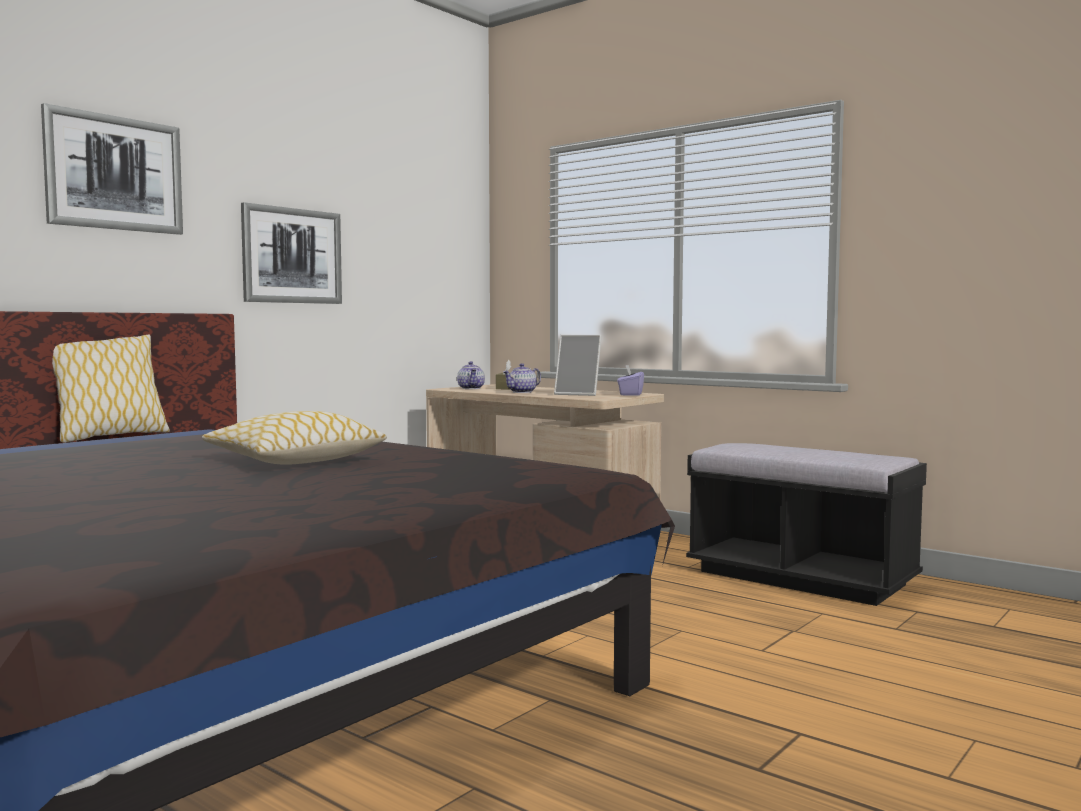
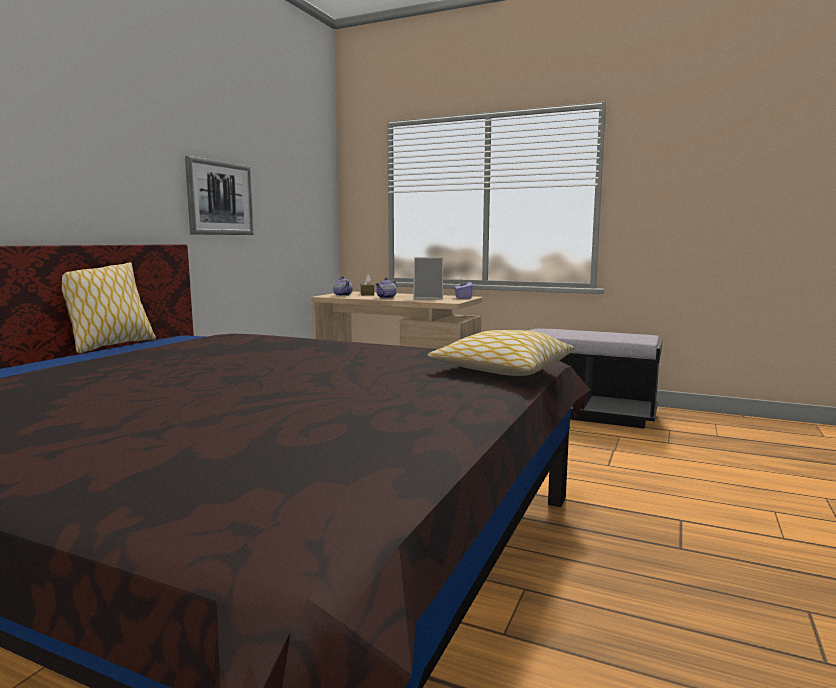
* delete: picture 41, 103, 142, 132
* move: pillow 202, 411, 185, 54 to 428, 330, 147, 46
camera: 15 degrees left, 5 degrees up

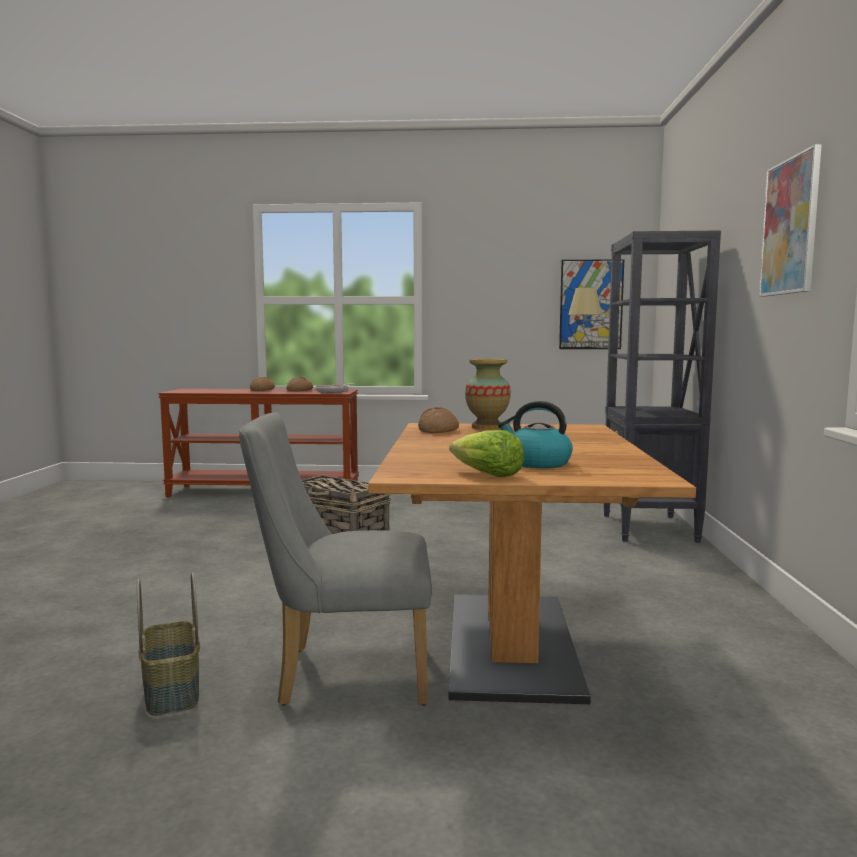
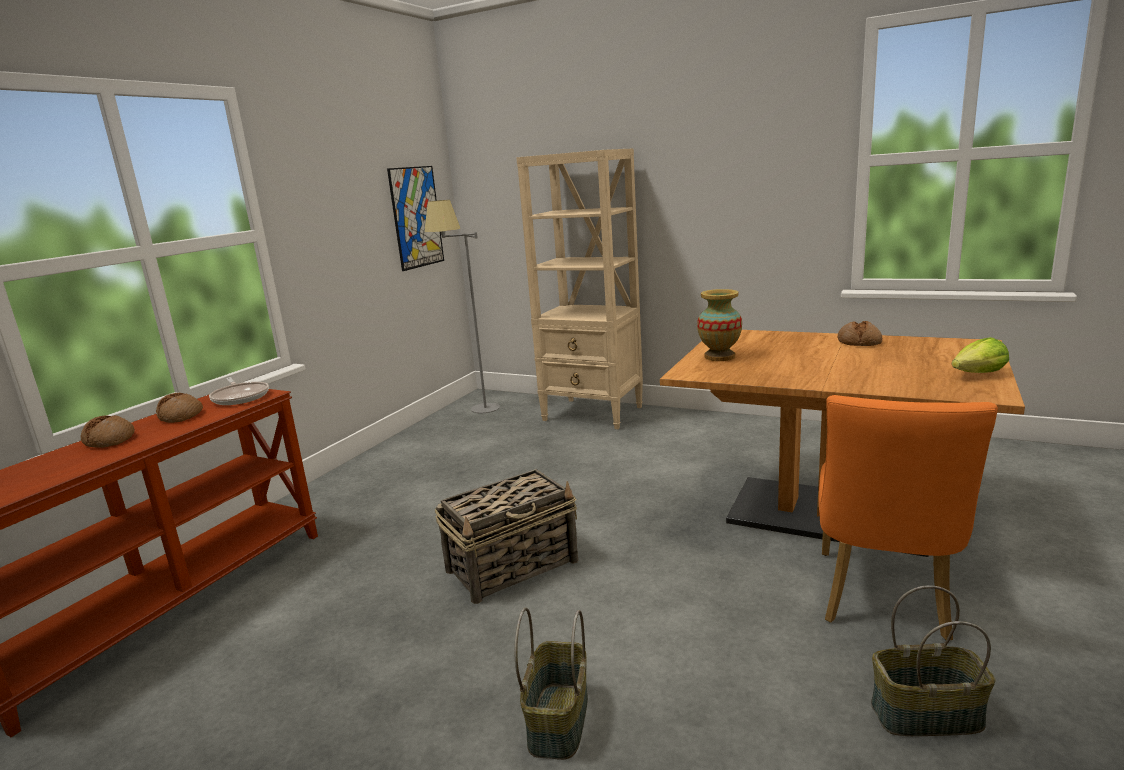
* delete: picture 759, 144, 63, 153
* recolor: bookcase (black) 603, 231, 118, 312 to bookcase (beige) 516, 148, 127, 281
* delete: kettle 498, 401, 75, 67
* move: bread 418, 407, 41, 26 to 837, 321, 45, 25
* recolor: chair (grey) 239, 413, 193, 293 to chair (orange) 819, 395, 179, 245
* insert: basket 514, 608, 74, 152
camera: 65 degrees left, 10 degrees up

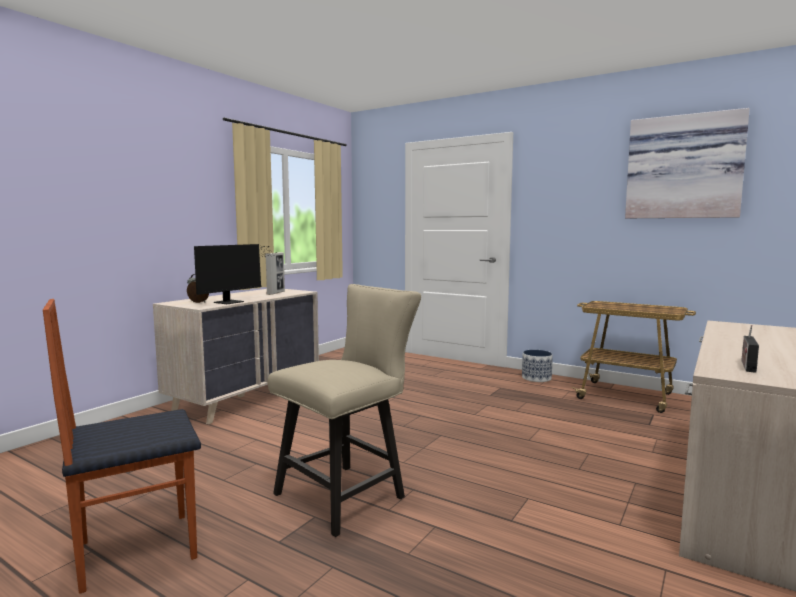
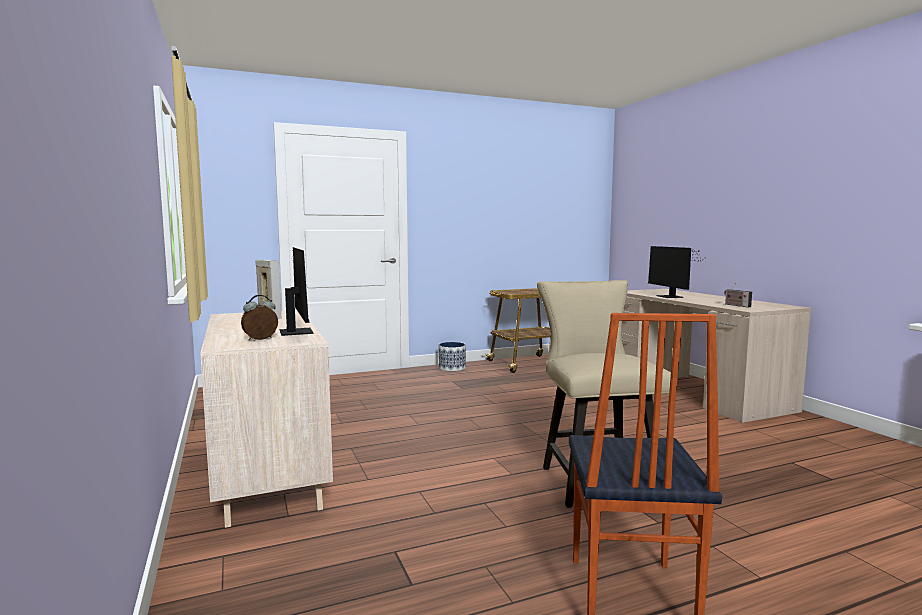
* delete: picture 625, 108, 125, 110
* insert: monitor 648, 246, 56, 52
camera: 55 degrees left, 0 degrees up

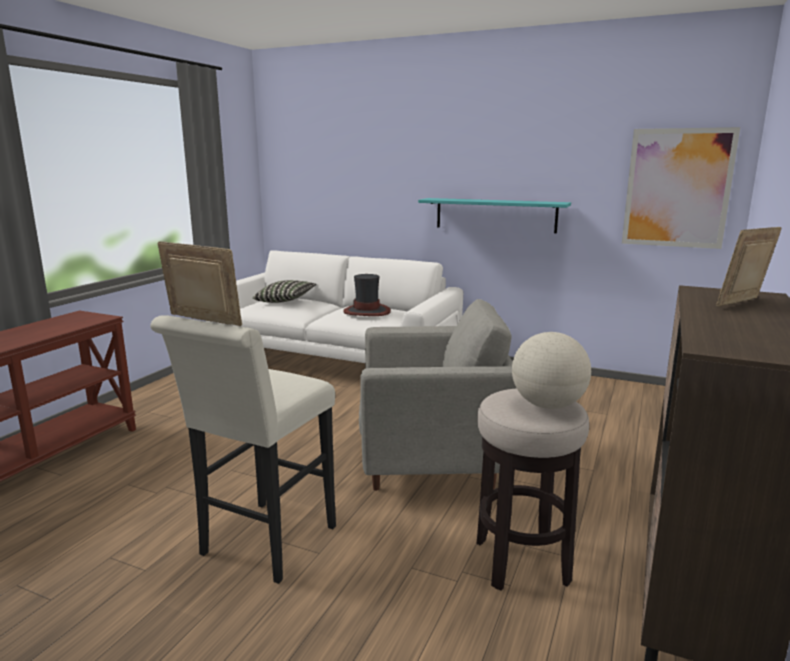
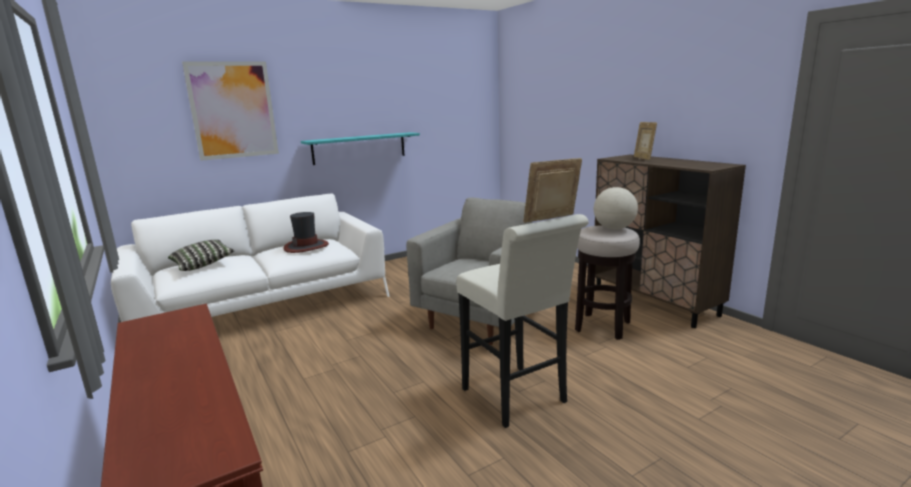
* move: picture 622, 127, 118, 122 to 182, 61, 97, 100
camera: 55 degrees left, 0 degrees up

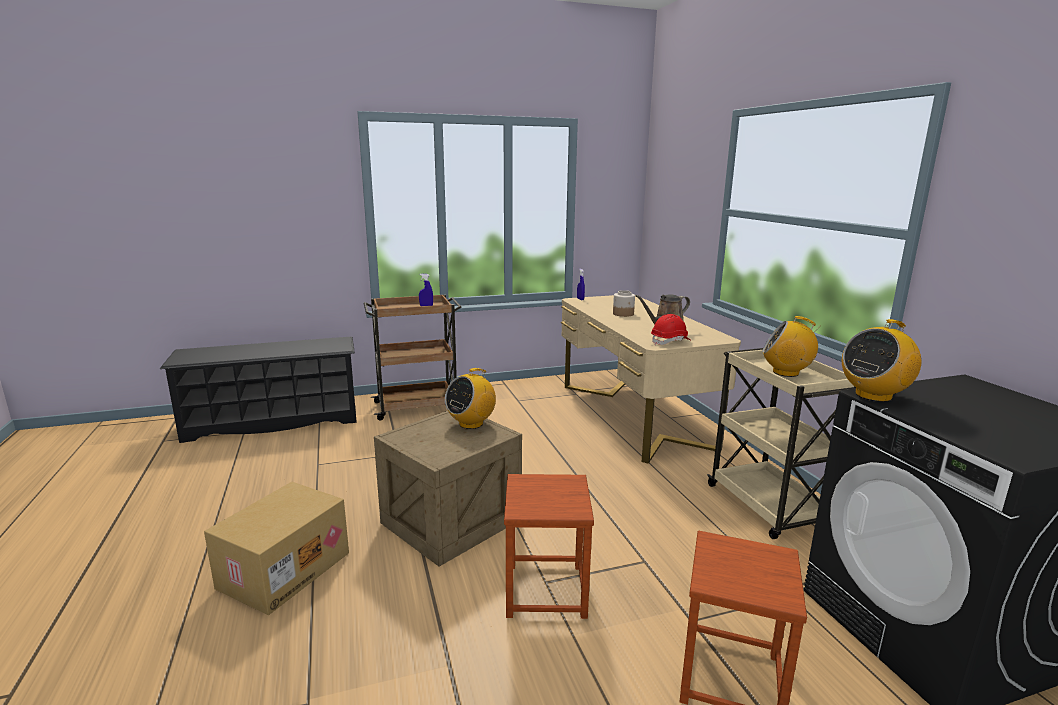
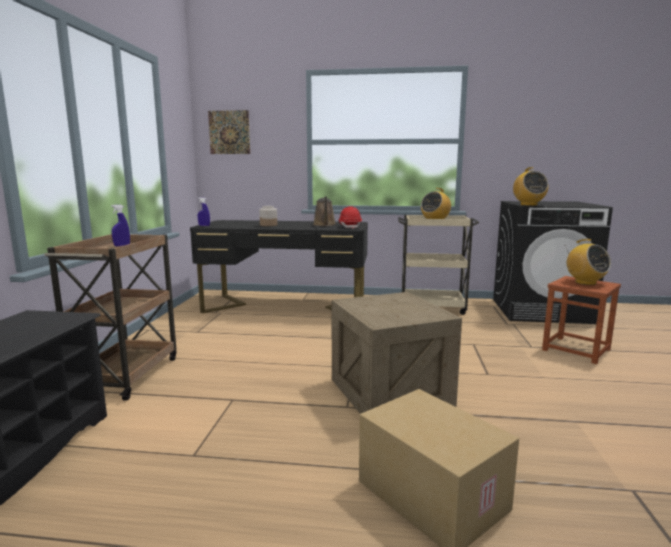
* recolor: desk (beige) 561, 295, 180, 169 to desk (black) 190, 220, 178, 93
* move: radio 445, 368, 51, 61 to 566, 239, 45, 46
* delete: stool (brown) 504, 474, 90, 145
* insert: picture 208, 110, 42, 44
camera: 65 degrees left, 5 degrees down

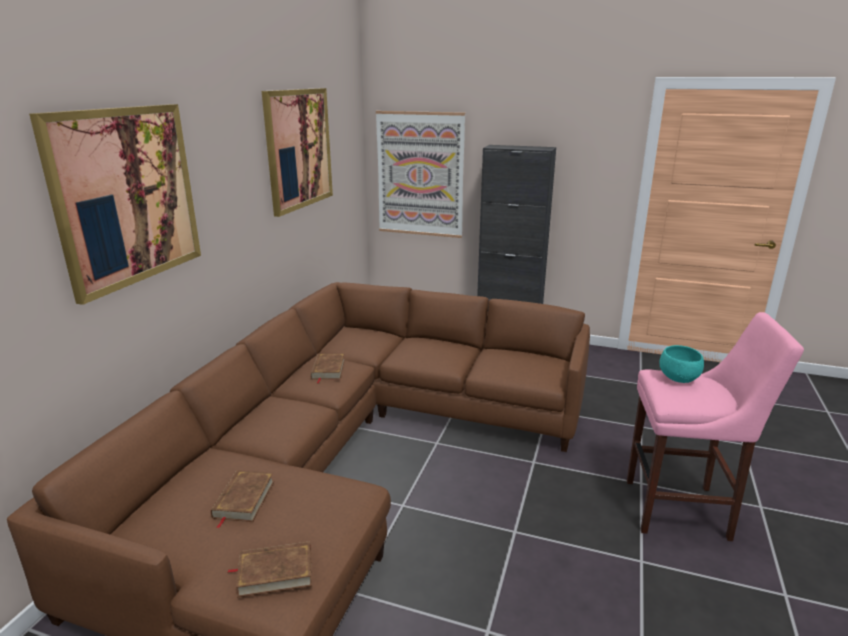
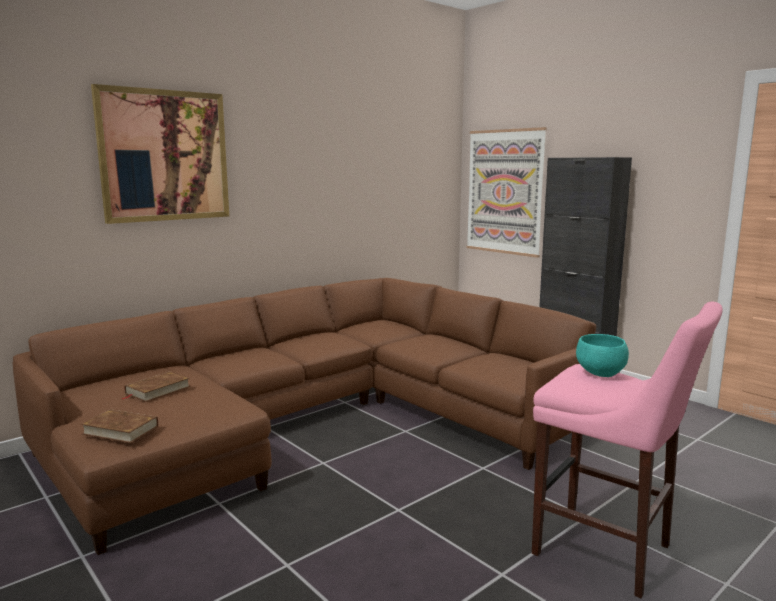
* delete: picture 262, 88, 71, 129
* delete: book (brown) 311, 353, 34, 31
camera: 30 degrees right, 10 degrees down

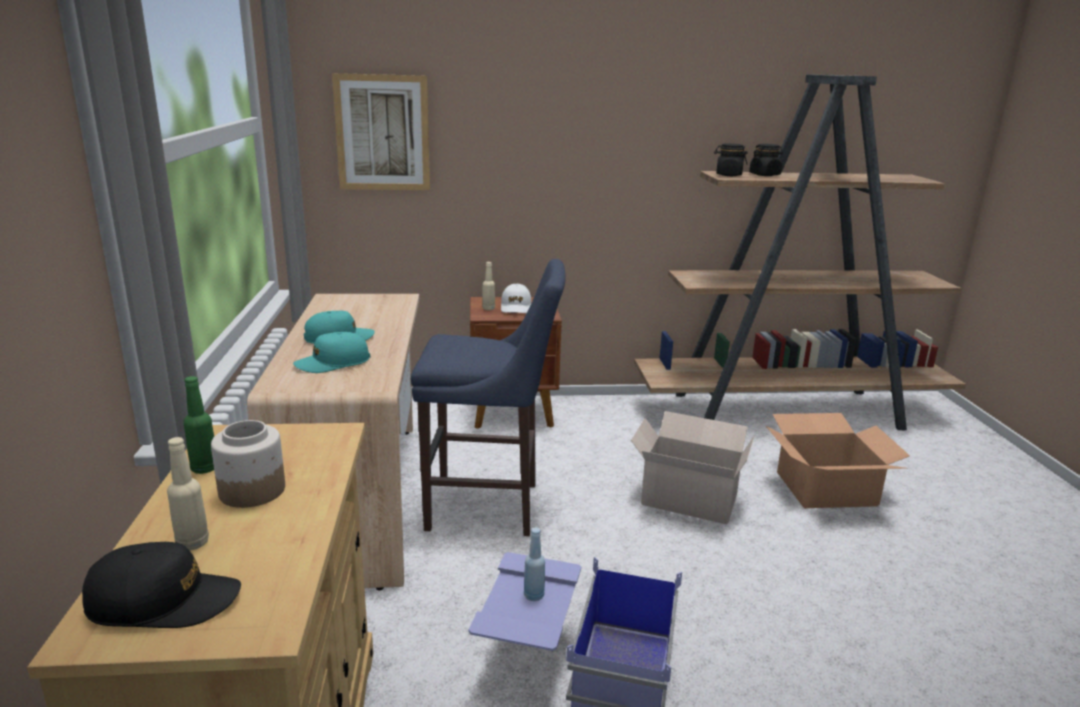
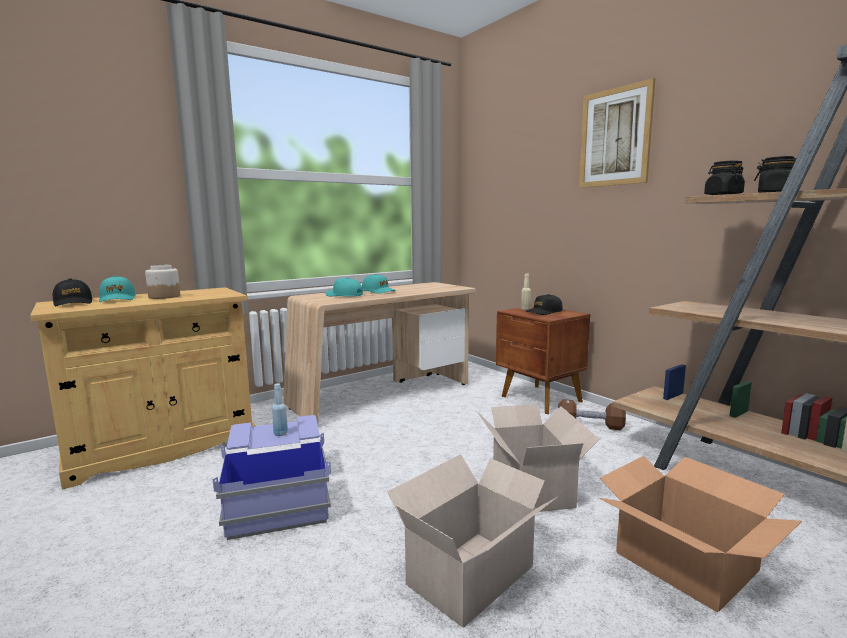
* move: picture 332, 73, 98, 117 to 579, 78, 76, 110
* delete: stool (blue) 411, 259, 154, 277
* recolor: cap (white) 501, 284, 30, 29 to cap (black) 526, 294, 37, 21
* delete: bottle (green) 184, 376, 30, 98
* replace: bottle (beige) 167, 437, 42, 114 to cap (turquoise) 99, 276, 36, 26
* insert: dumbbell (brown) 558, 399, 68, 31
* insert: cardboard box 387, 454, 172, 174
camera: 60 degrees right, 10 degrees down

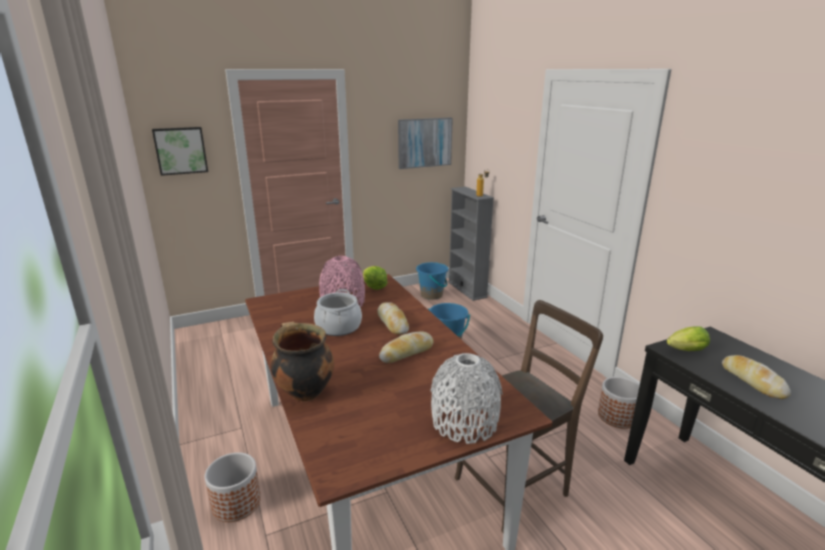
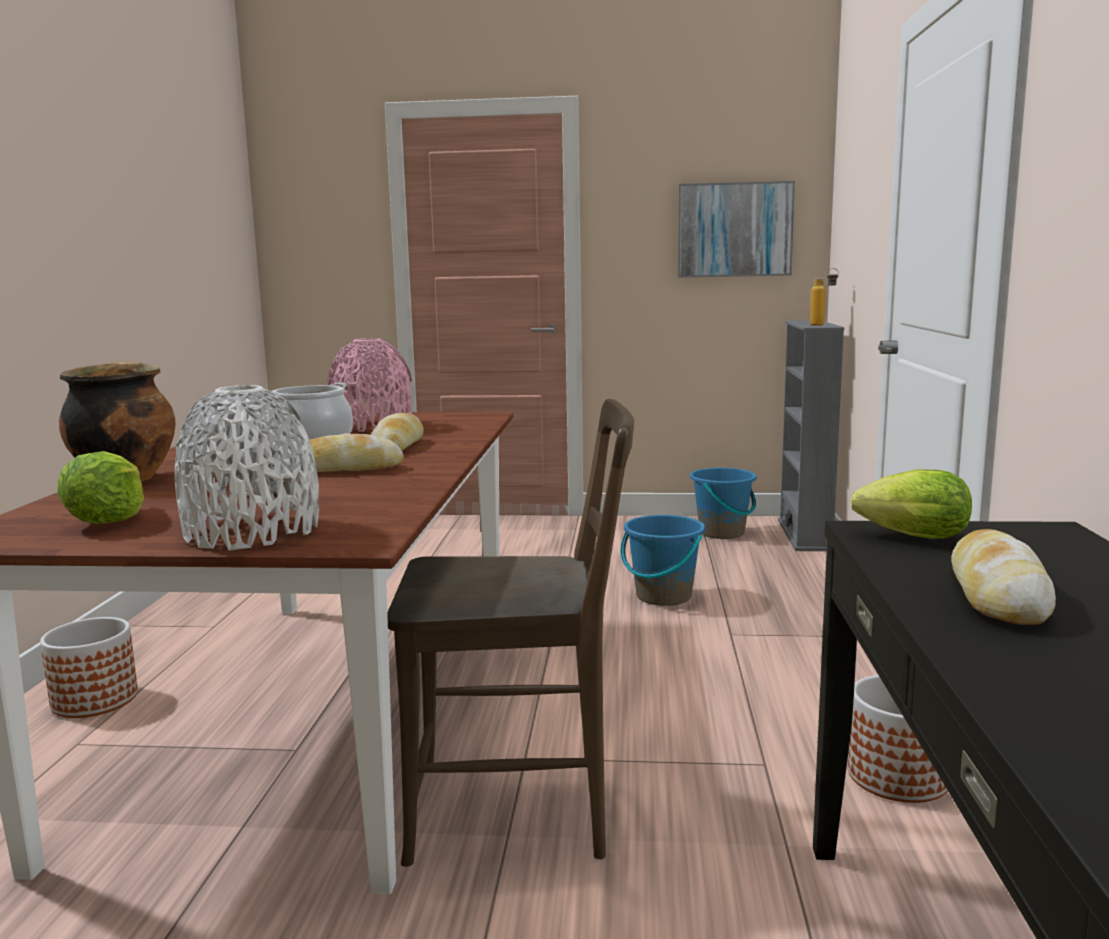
* delete: picture 152, 127, 56, 49
* move: lettuce 363, 266, 25, 24 to 58, 451, 86, 73
camera: 30 degrees right, 10 degrees down

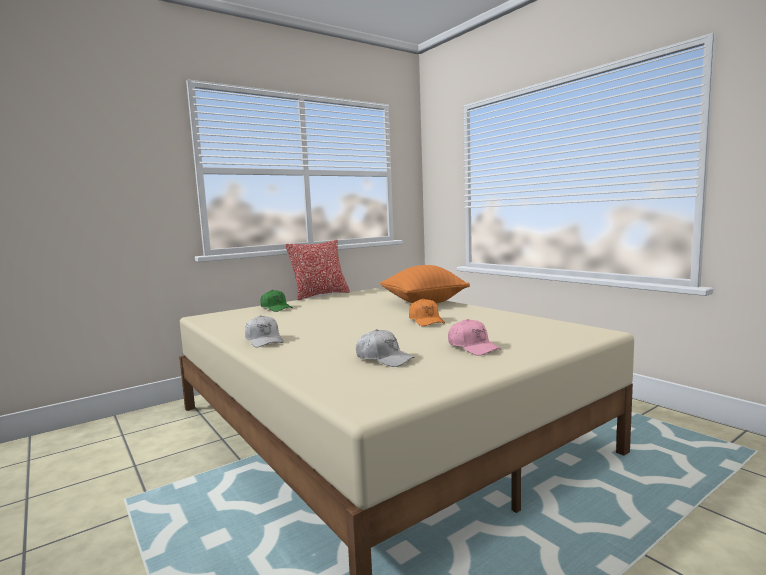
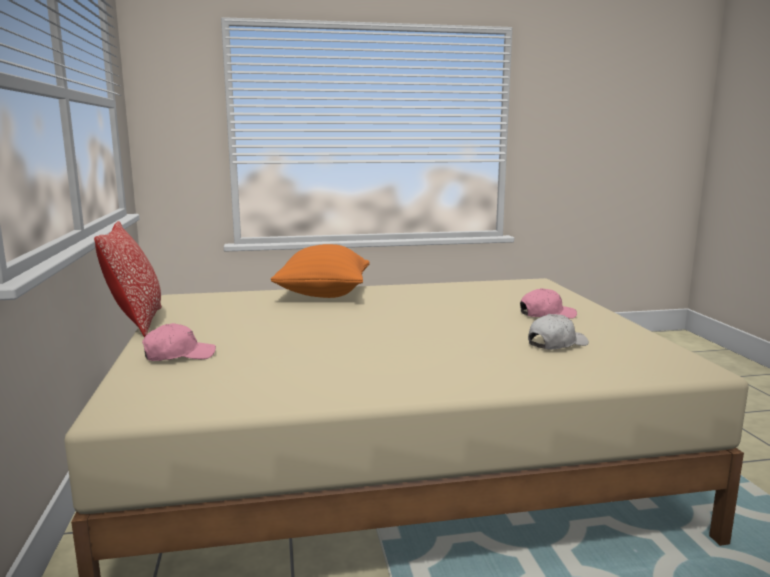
* recolor: cap (green) 260, 290, 33, 22 to cap (pink) 142, 323, 74, 38
* delete: cap (orange) 409, 298, 36, 28
* delete: cap (white) 245, 315, 39, 33
camera: 65 degrees left, 5 degrees up

